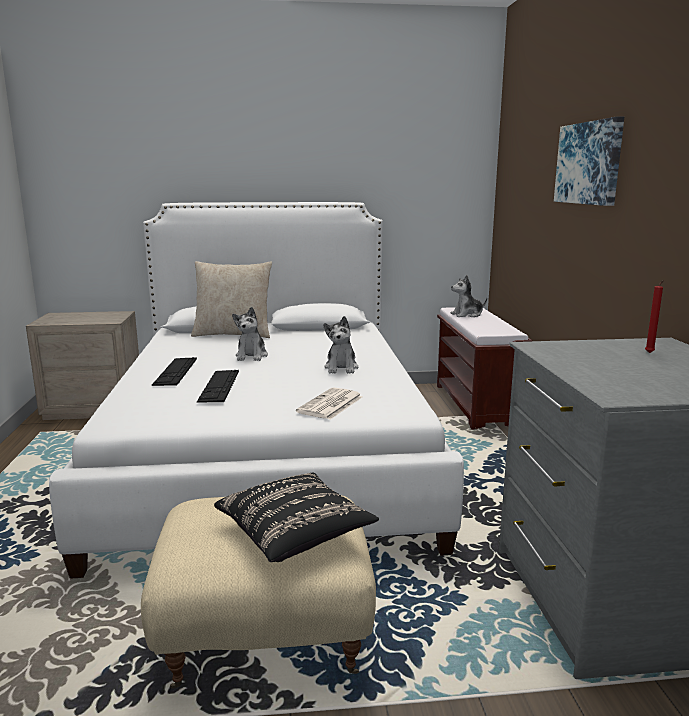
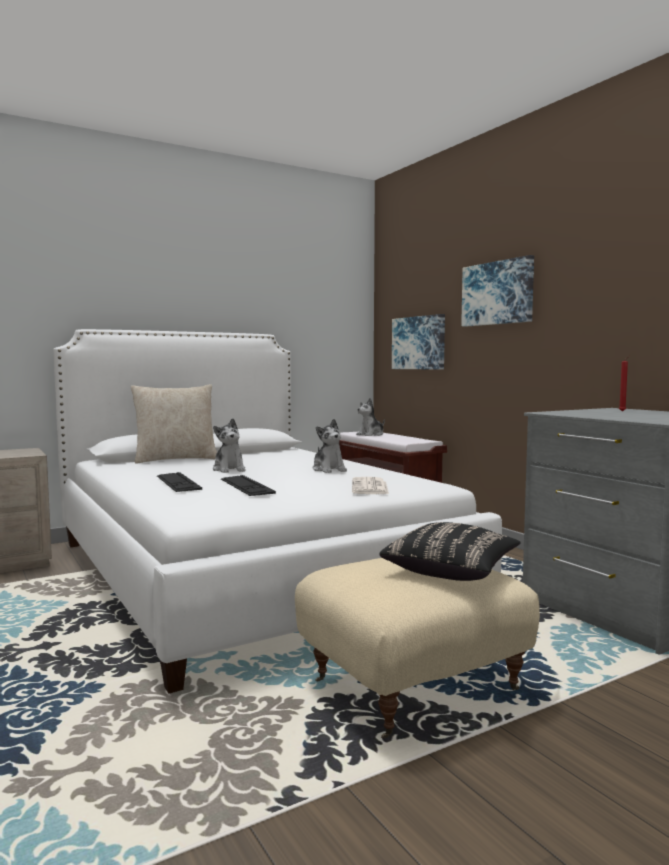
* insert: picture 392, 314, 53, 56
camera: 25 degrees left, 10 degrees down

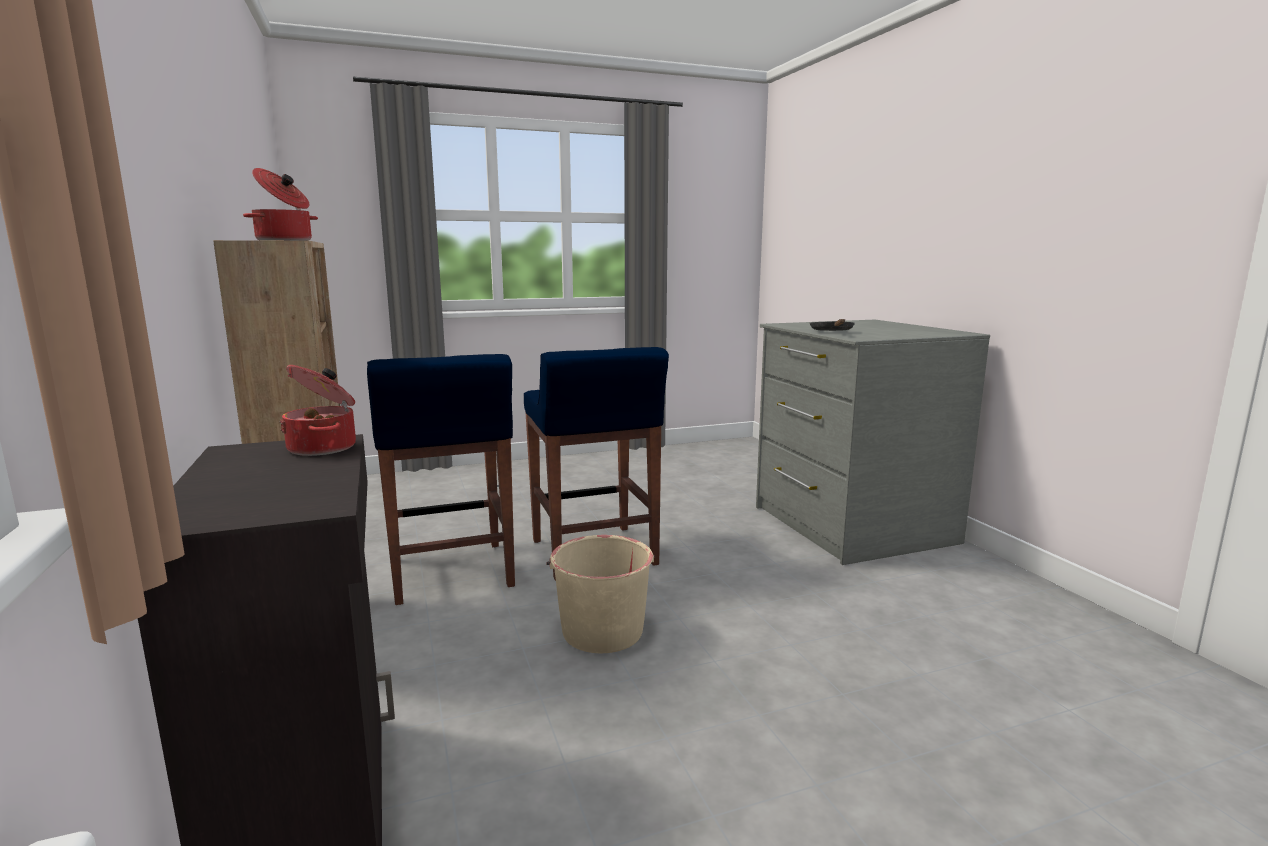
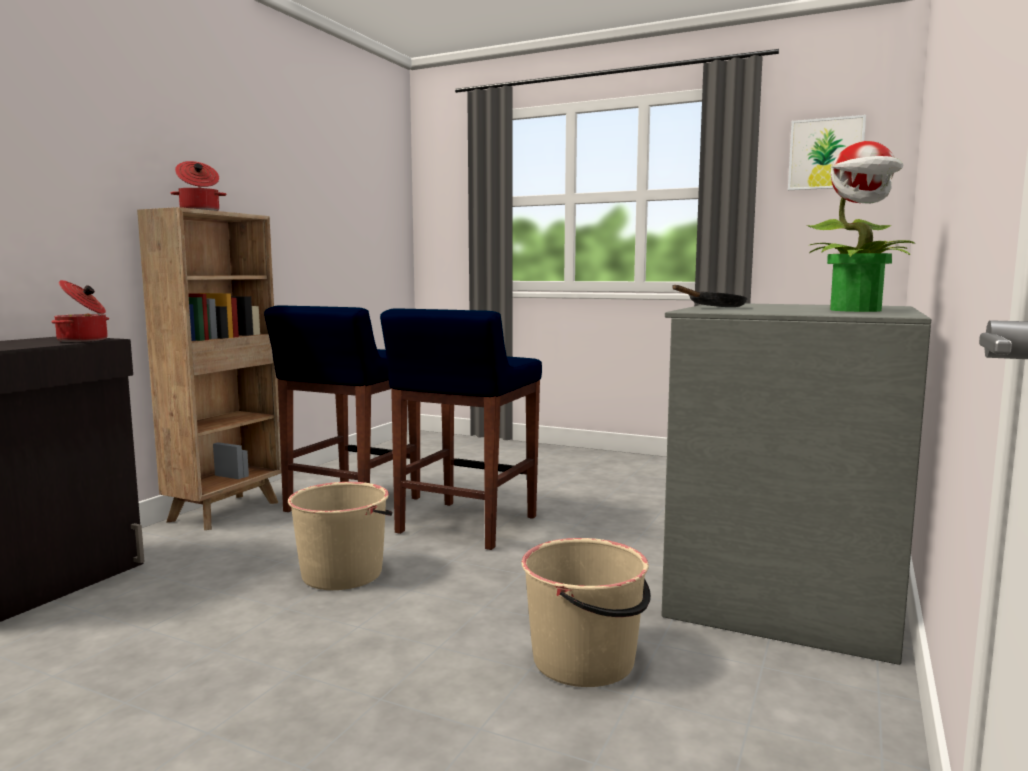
* insert: picture 788, 115, 78, 75
* insert: potted plant 807, 141, 108, 171
* insert: bucket (beige) 521, 538, 130, 149
camera: 45 degrees right, 5 degrees down

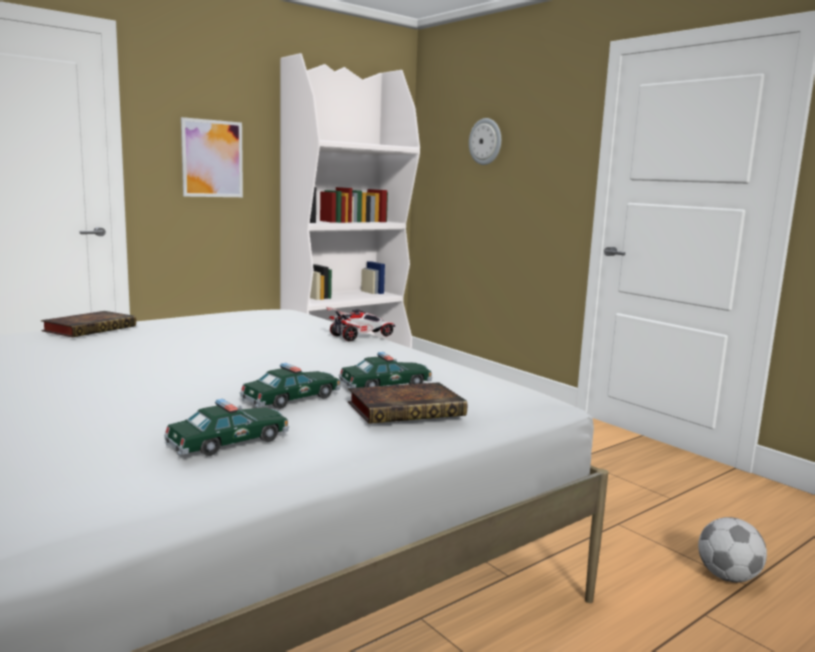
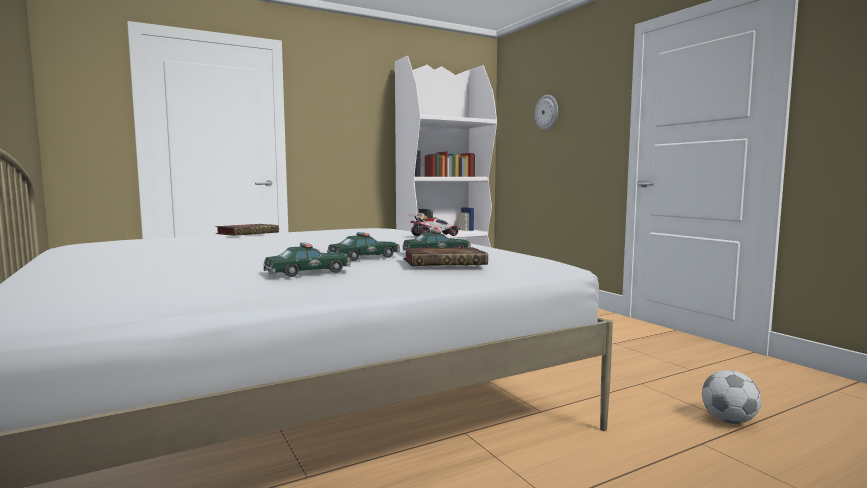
* delete: picture 181, 117, 62, 80
camera: 10 degrees right, 5 degrees down

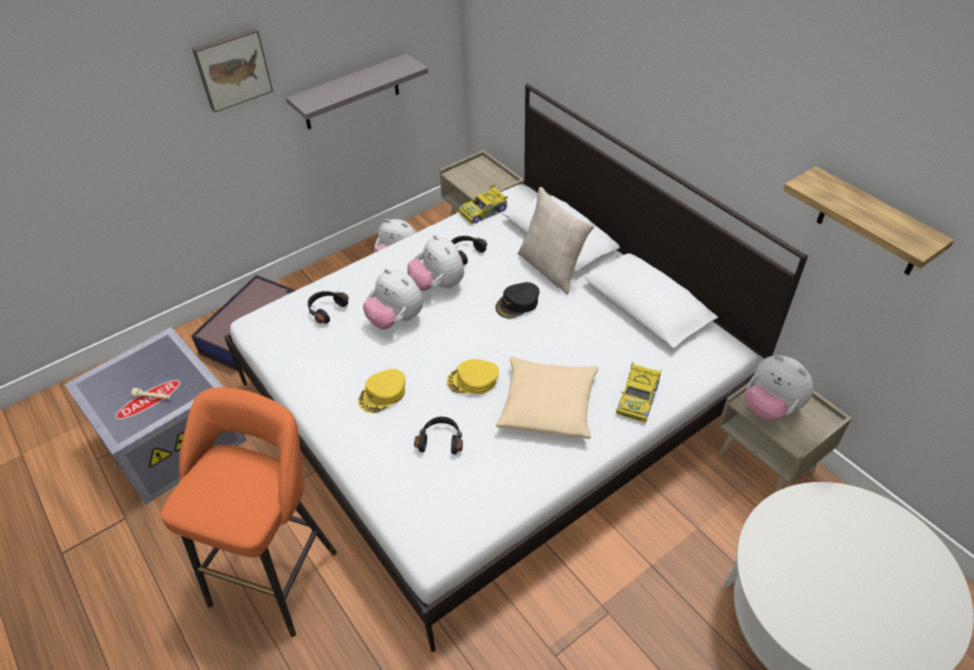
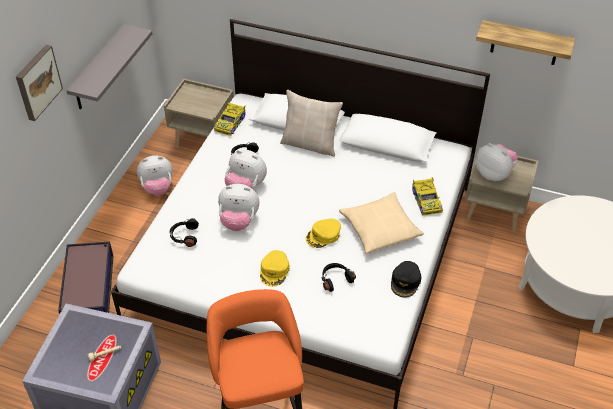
* move: cap (black) 495, 282, 44, 36 to 391, 261, 30, 37
* rotate: plush toy 745, 355, 69, 65 = 476, 143, 42, 39 150 degrees counterclockwise
camera: 35 degrees left, 0 degrees up

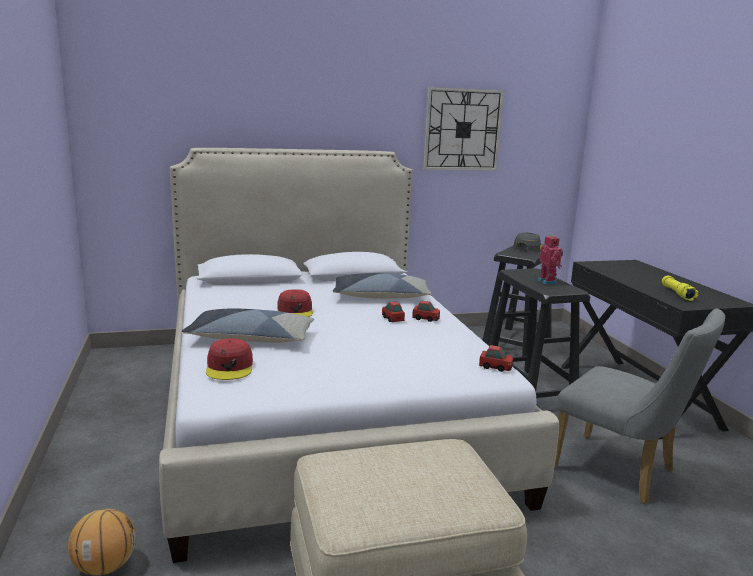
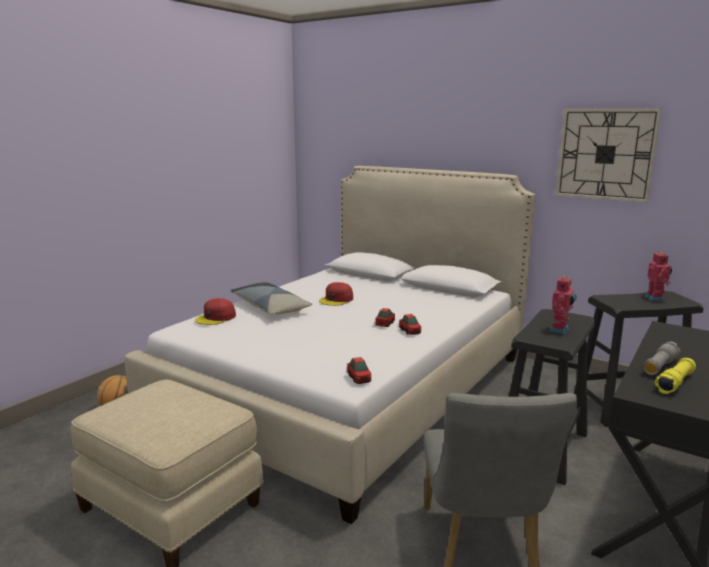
* replace: cap (grey) 514, 233, 28, 18 to toy robot 645, 251, 27, 50
* delete: pillow 333, 273, 99, 25
* insert: flashlight (grey) 643, 342, 37, 33
camera: 50 degrees right, 0 degrees up

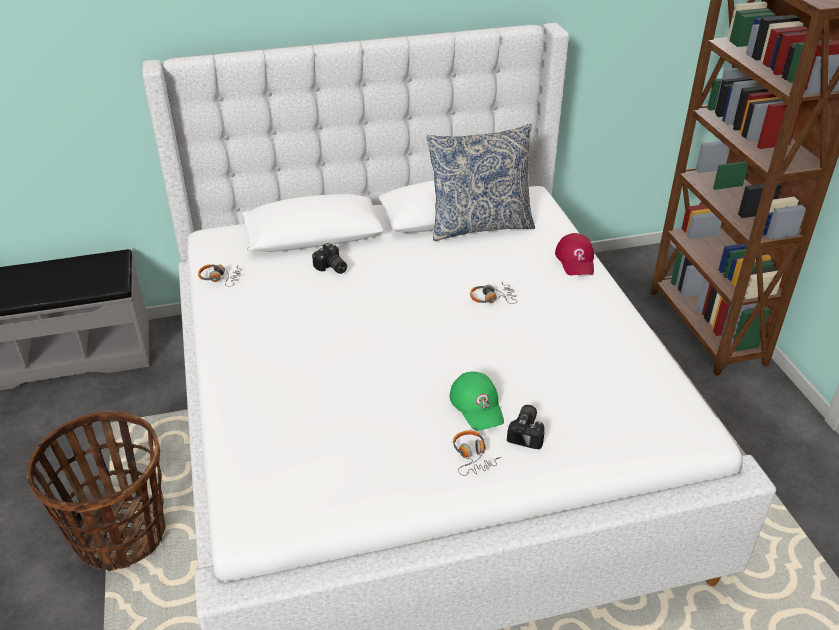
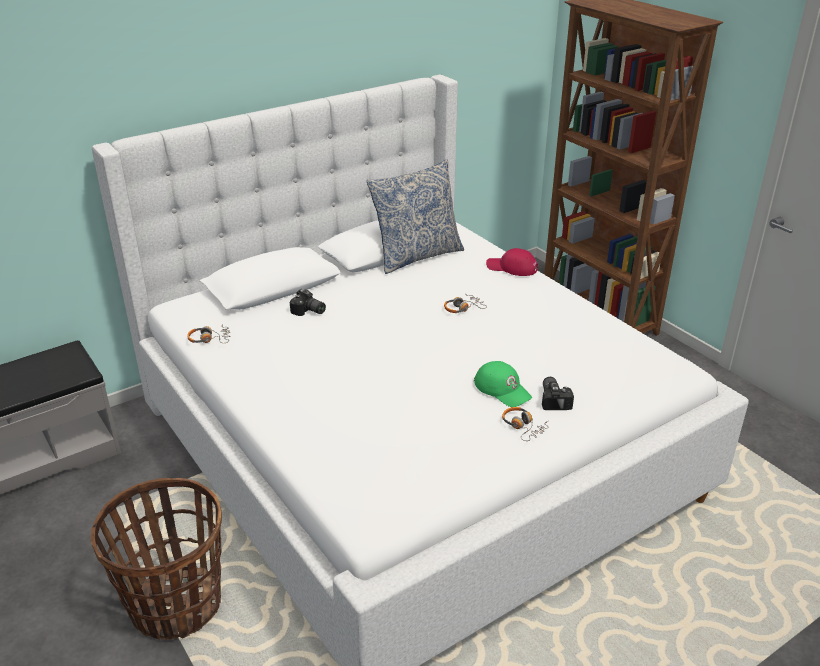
* rotate: cap (red) 555, 233, 39, 42 = 486, 248, 52, 28 135 degrees clockwise
camera: 20 degrees left, 5 degrees down

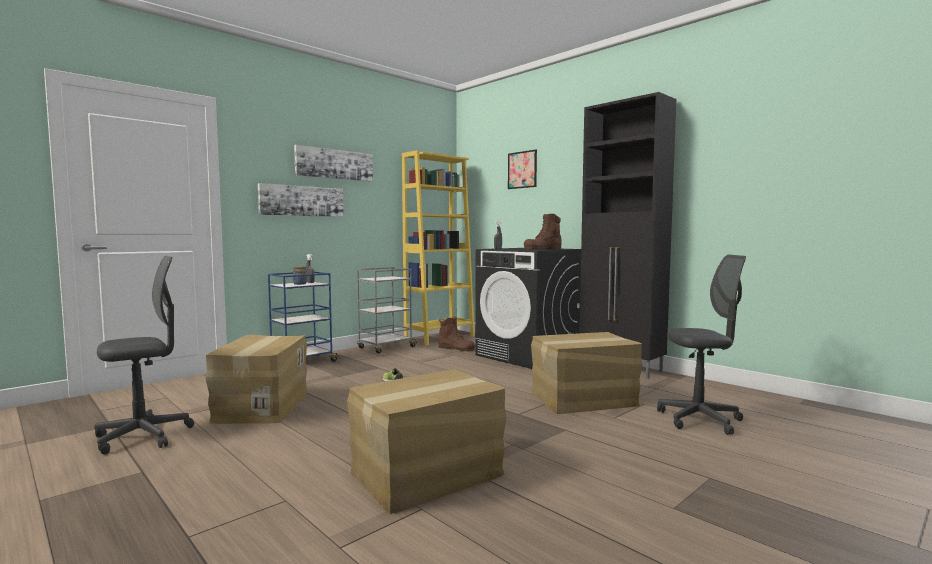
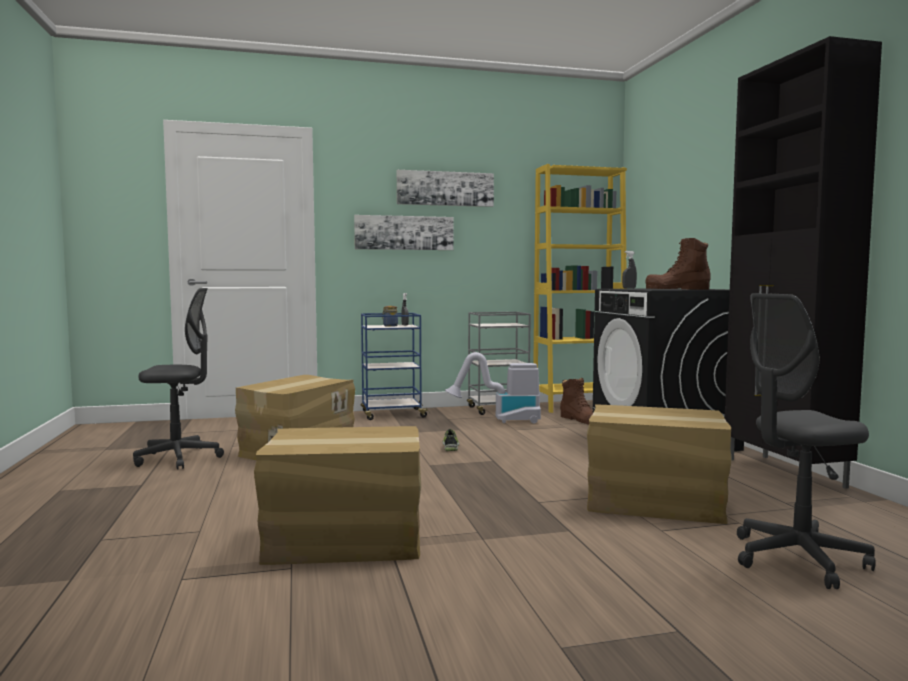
* delete: picture 508, 150, 29, 39
* rotate: office chair (grey) 657, 255, 89, 180 = 737, 293, 139, 296 135 degrees clockwise
* insert: vacuum cleaner 445, 352, 96, 71
camera: 30 degrees right, 0 degrees up

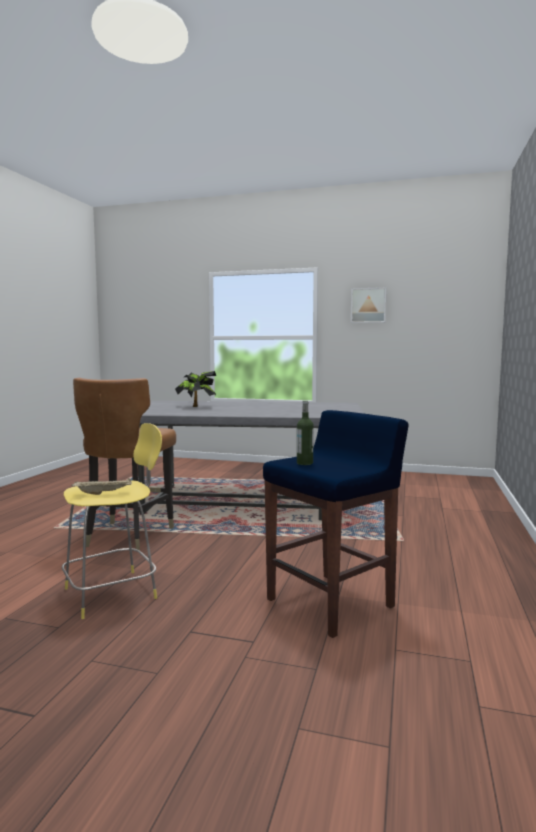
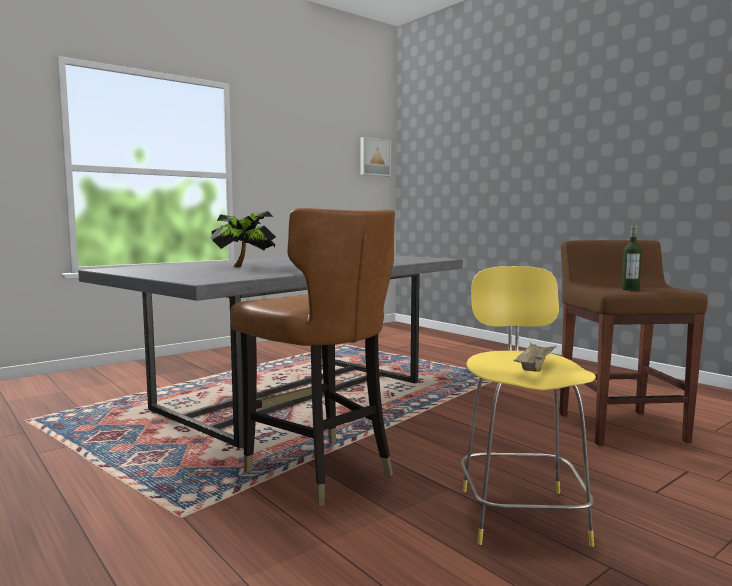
* move: picture 351, 287, 36, 36 to 361, 137, 30, 40
* recolor: stool (blue) 263, 410, 146, 228 to stool (brown) 559, 240, 149, 206
camera: 55 degrees left, 0 degrees up

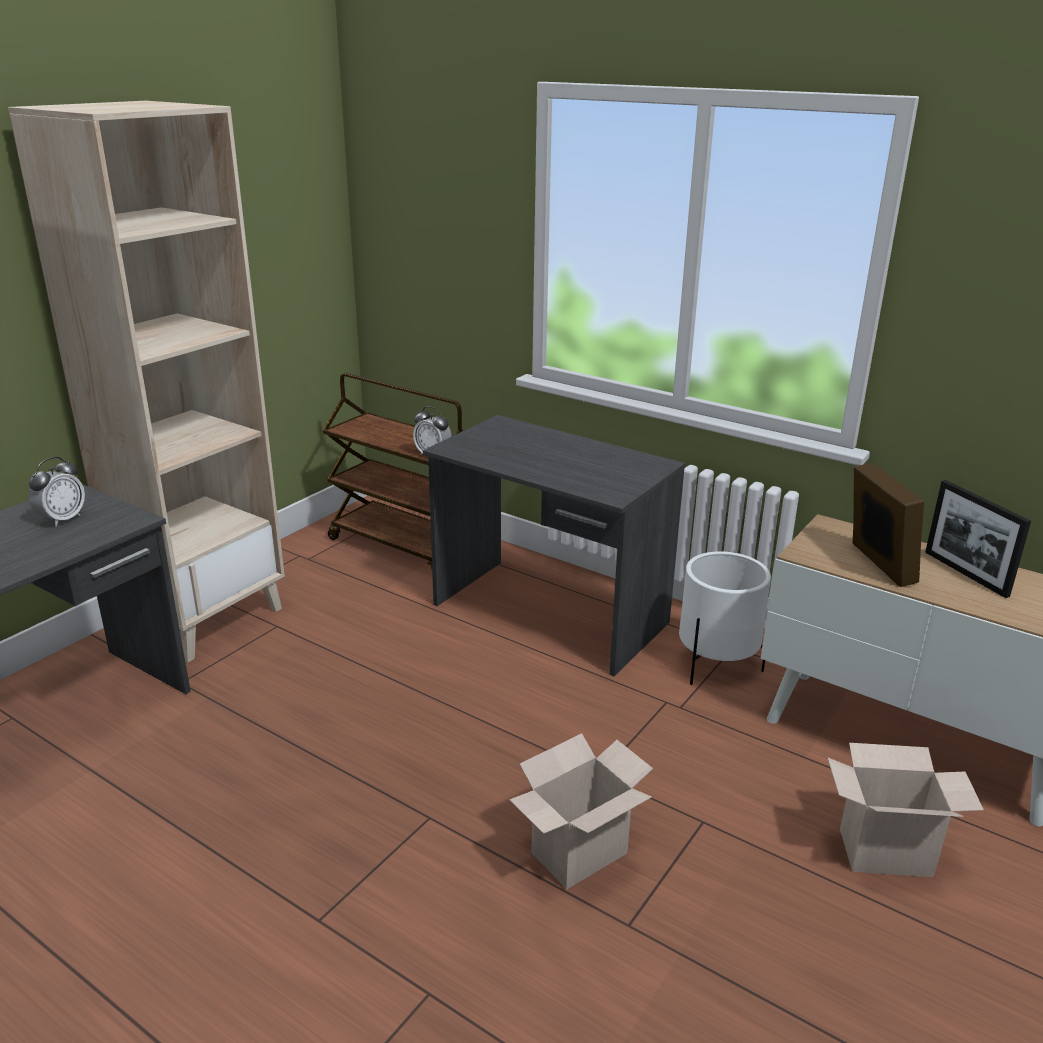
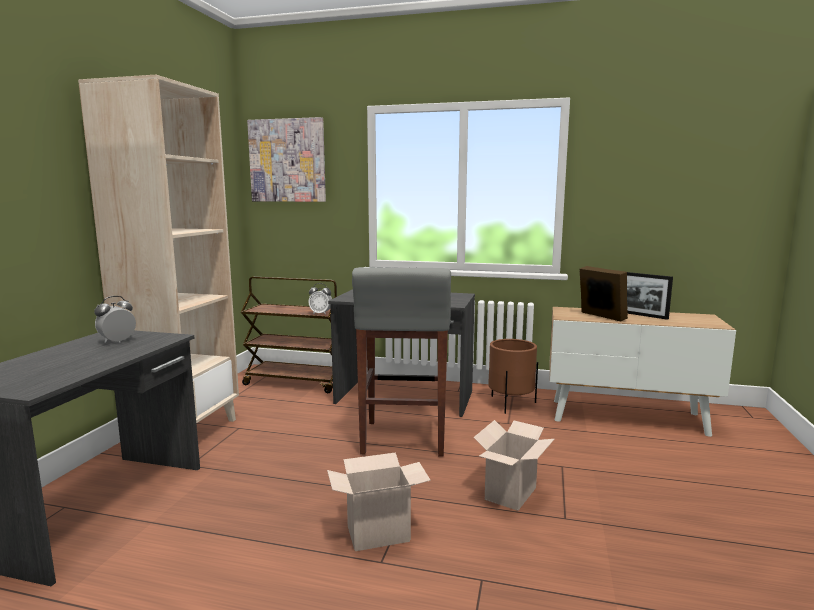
* rotate: alarm clock 29, 457, 56, 70 = 94, 296, 42, 47 150 degrees counterclockwise
* recolor: planter (white) 679, 551, 92, 134 to planter (brown) 488, 339, 50, 75
* move: cardboard box 828, 743, 156, 134 to 327, 452, 104, 99
* insert: picture 247, 117, 79, 85
* insert: stool (grey) 352, 267, 99, 190
camera: 20 degrees left, 15 degrees down

